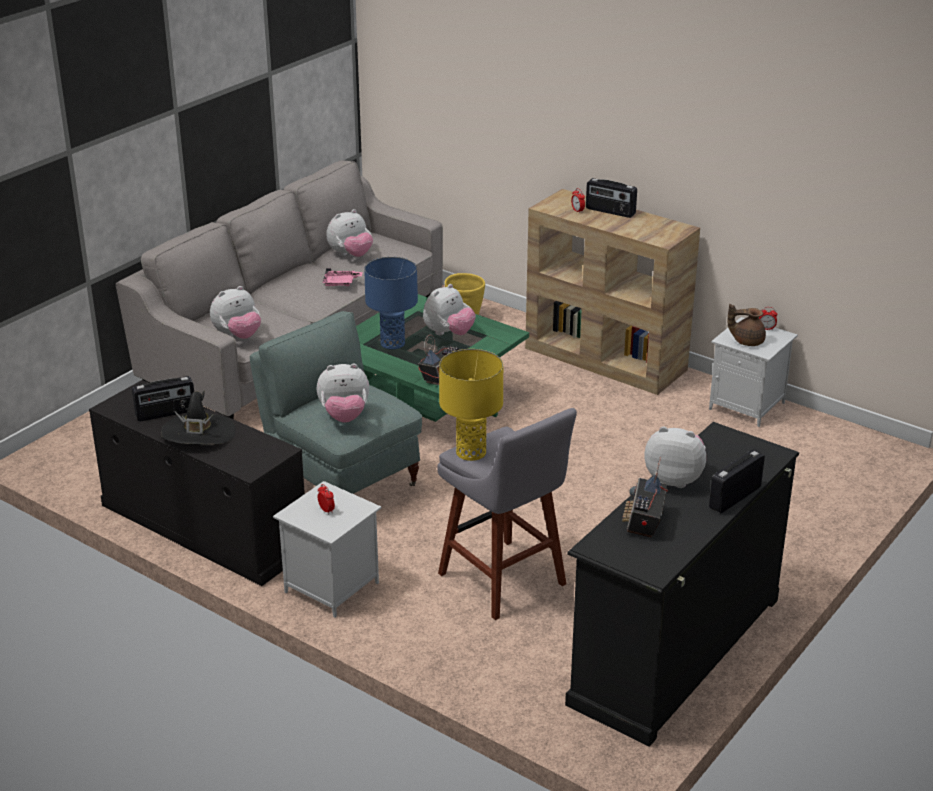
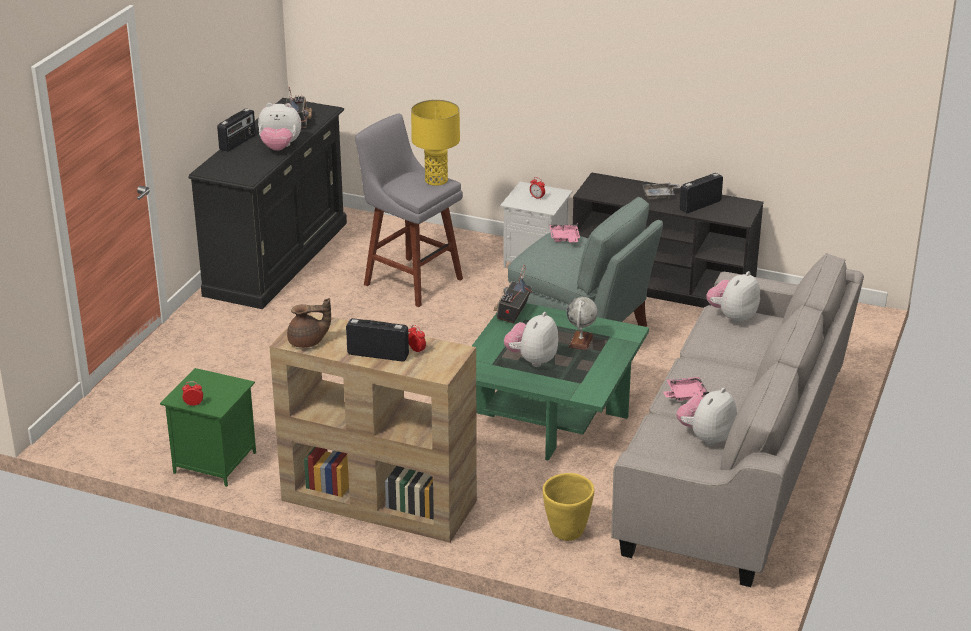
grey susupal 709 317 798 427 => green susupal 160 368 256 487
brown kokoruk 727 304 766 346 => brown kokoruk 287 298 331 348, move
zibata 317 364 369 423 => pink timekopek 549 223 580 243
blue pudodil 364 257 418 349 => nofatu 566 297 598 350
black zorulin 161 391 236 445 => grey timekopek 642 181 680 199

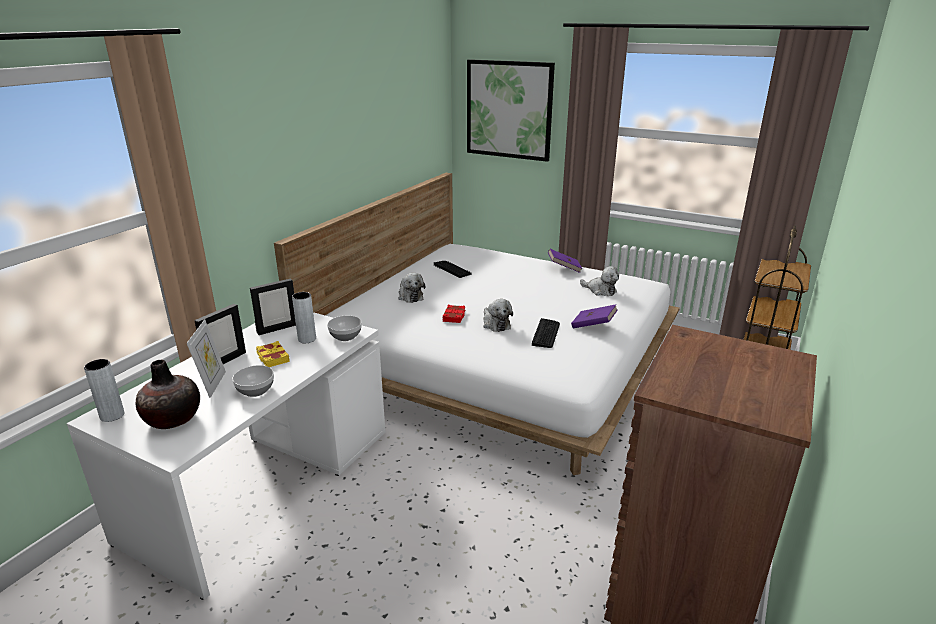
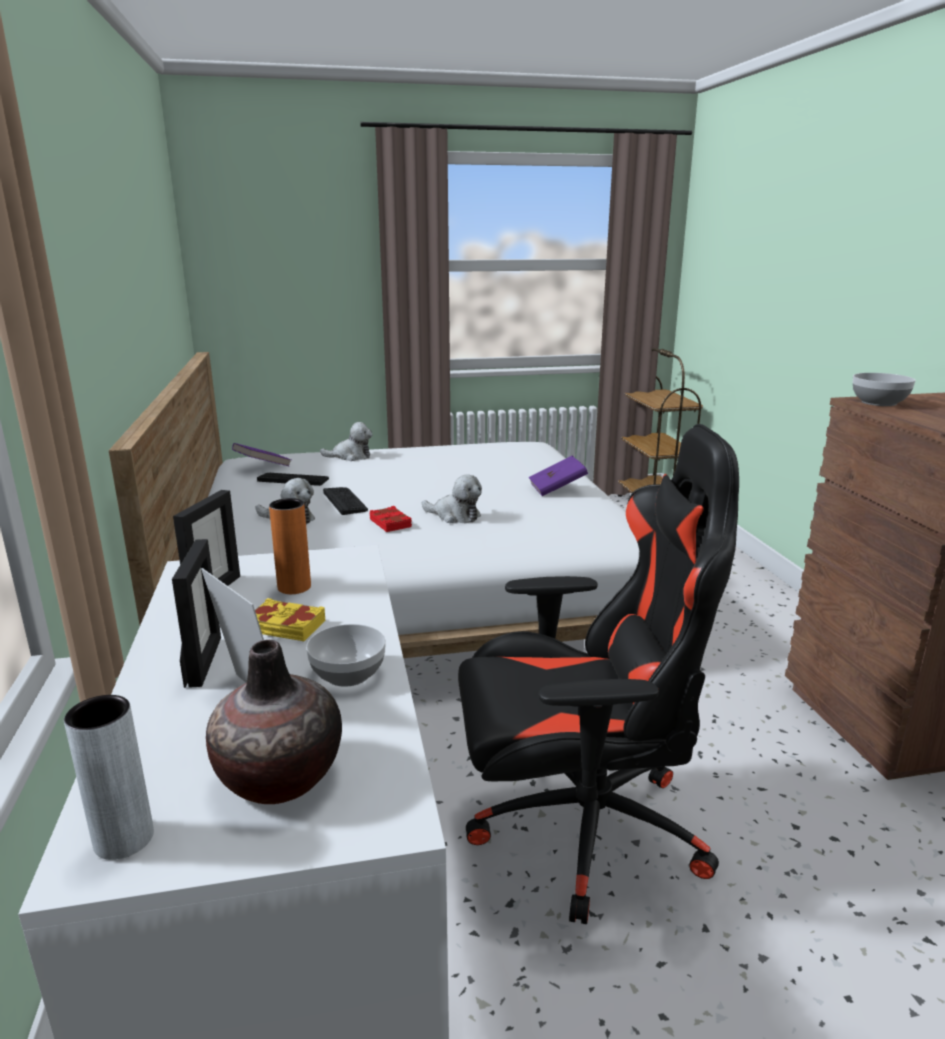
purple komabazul 548 249 582 273 => purple komabazul 232 443 291 467, move
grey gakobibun 292 292 316 343 => orange gakobibun 269 498 311 594
zibata 580 266 619 296 => zibata 320 422 373 461, move
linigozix 532 318 560 348 => linigozix 323 487 368 515, move
nothing => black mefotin 458 424 739 924
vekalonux 327 316 362 341 => vekalonux 853 373 916 406, move
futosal 467 59 555 162 => nothing

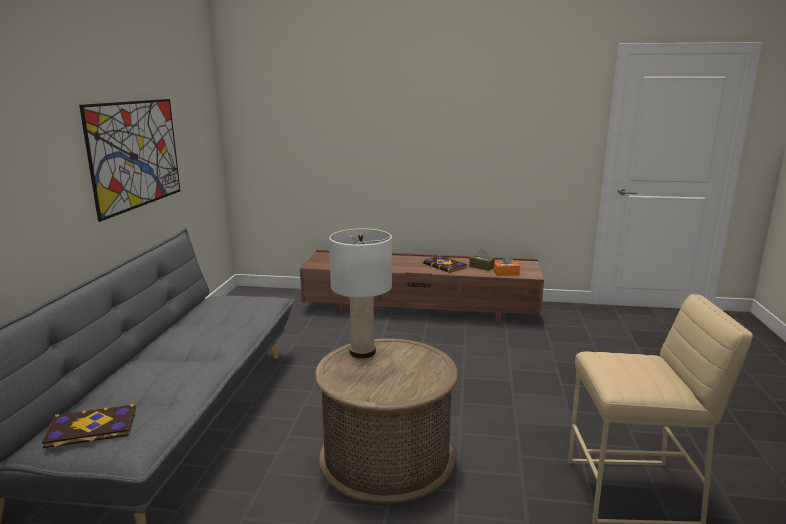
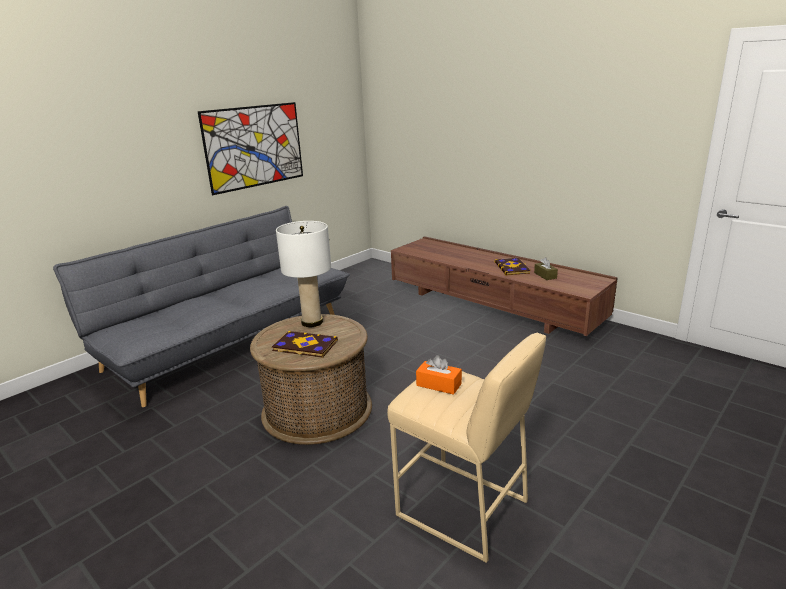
komabazul 42 404 136 449 => komabazul 272 331 338 358, move
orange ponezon 494 255 520 276 => orange ponezon 416 355 462 395, move

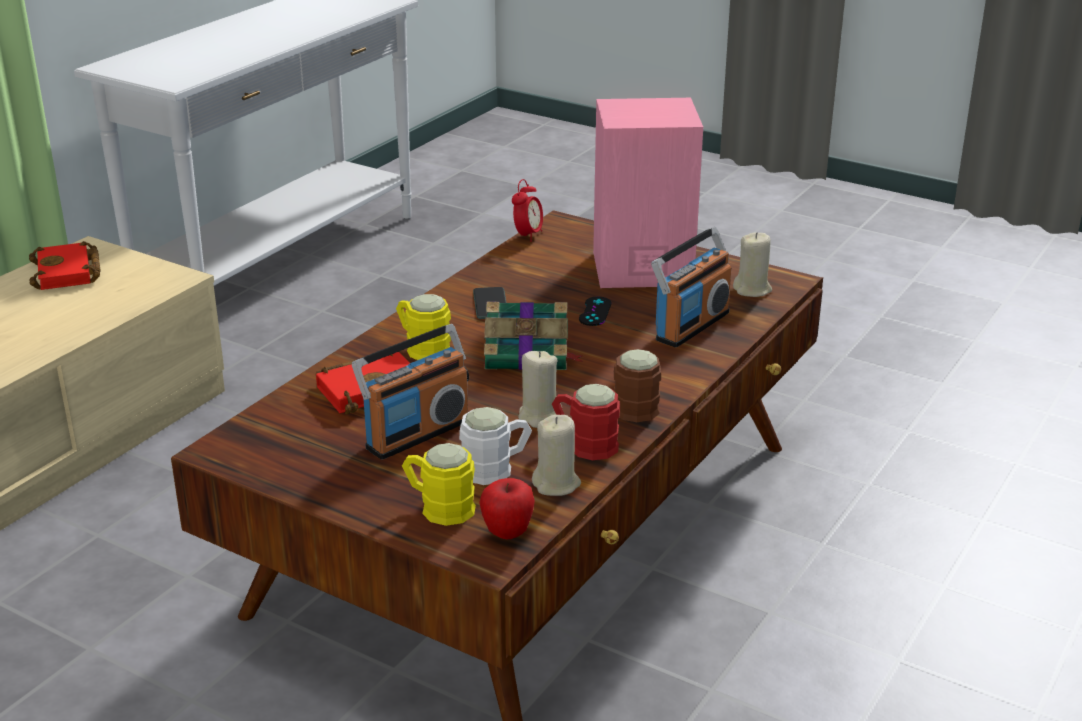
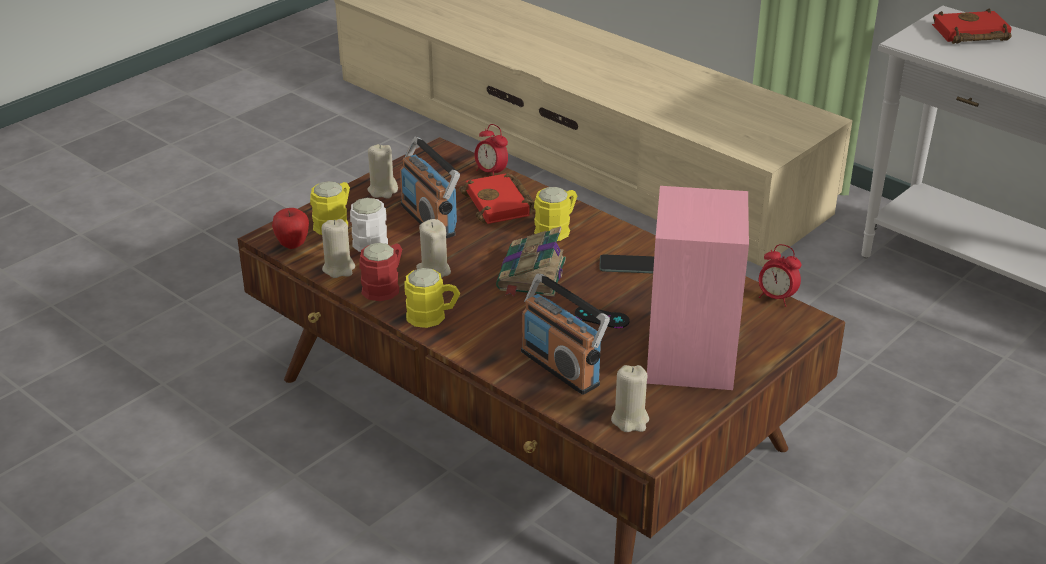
nothing => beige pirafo 367 144 398 198
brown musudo 614 349 661 422 => yellow musudo 404 268 461 328
nothing => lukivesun 475 124 508 176
red komabazul 29 241 101 290 => red komabazul 932 8 1012 44, move

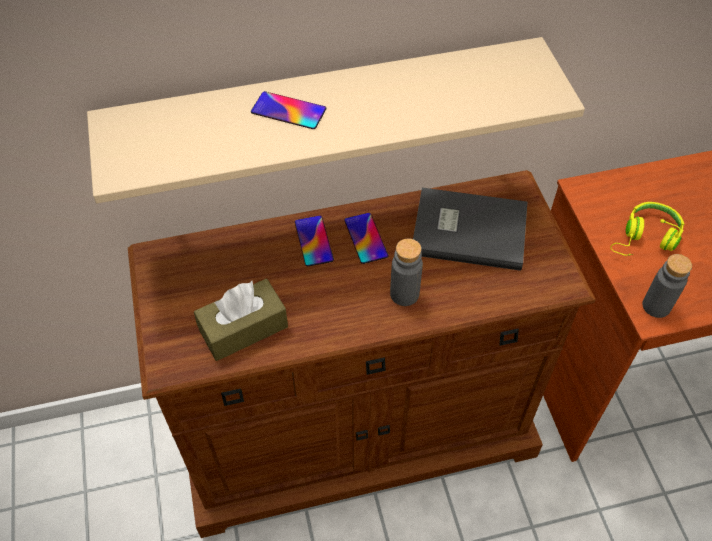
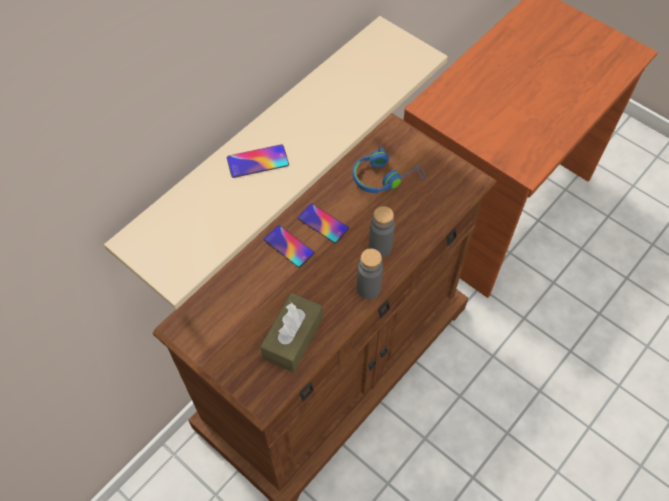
grey komabazul 413 188 527 271 => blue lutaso 353 145 425 193
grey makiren 642 254 692 318 => grey makiren 357 249 383 299, move
yellow lutaso 610 202 684 256 => nothing

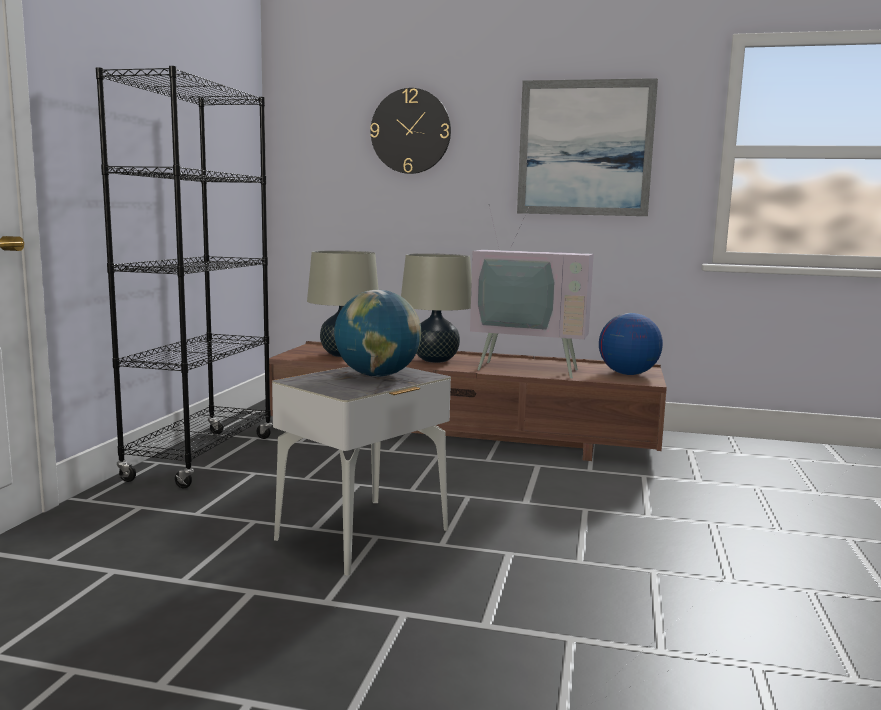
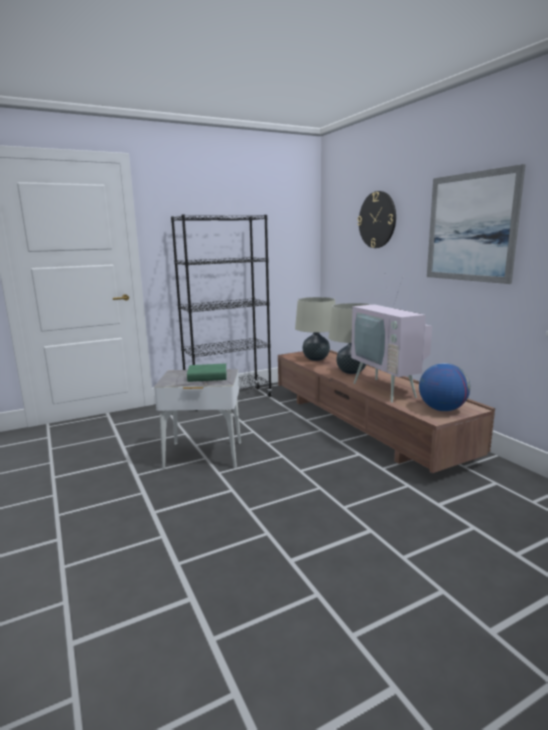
nofatu 334 290 421 377 => green komabazul 187 364 227 382

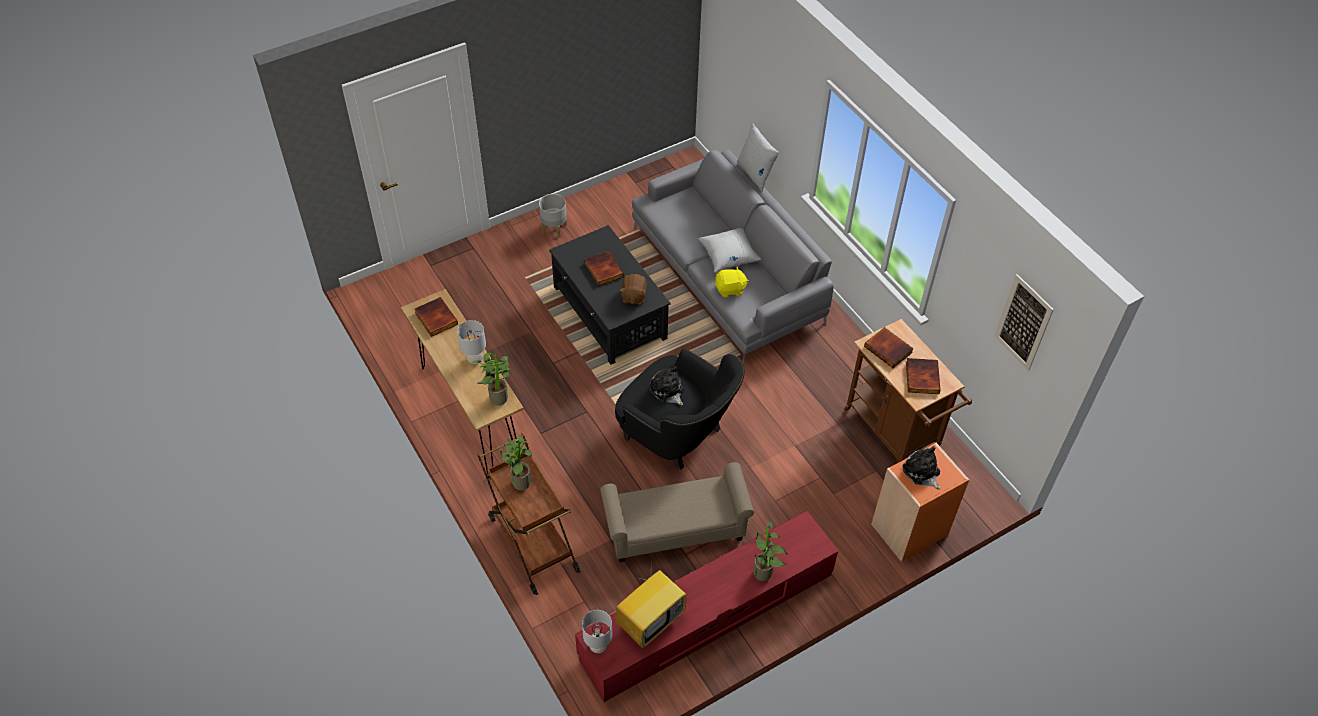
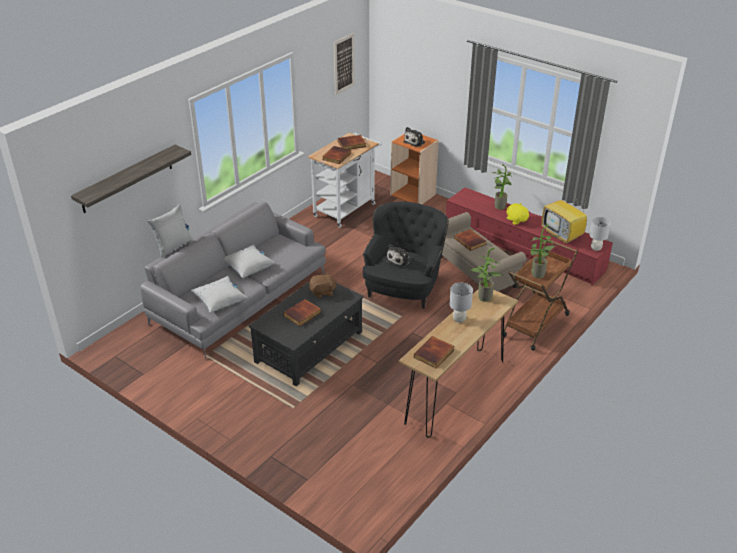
nothing => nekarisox 71 145 191 213
nothing => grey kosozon 191 276 248 313
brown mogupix 844 319 972 463 => white mogupix 308 133 382 228
nothing => komabazul 454 229 487 251
yellow zibata 715 266 749 297 => yellow zibata 506 203 529 225, move
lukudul 616 570 686 648 => lukudul 542 193 587 244, 150 degrees counterclockwise
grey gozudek 539 194 567 238 => nothing

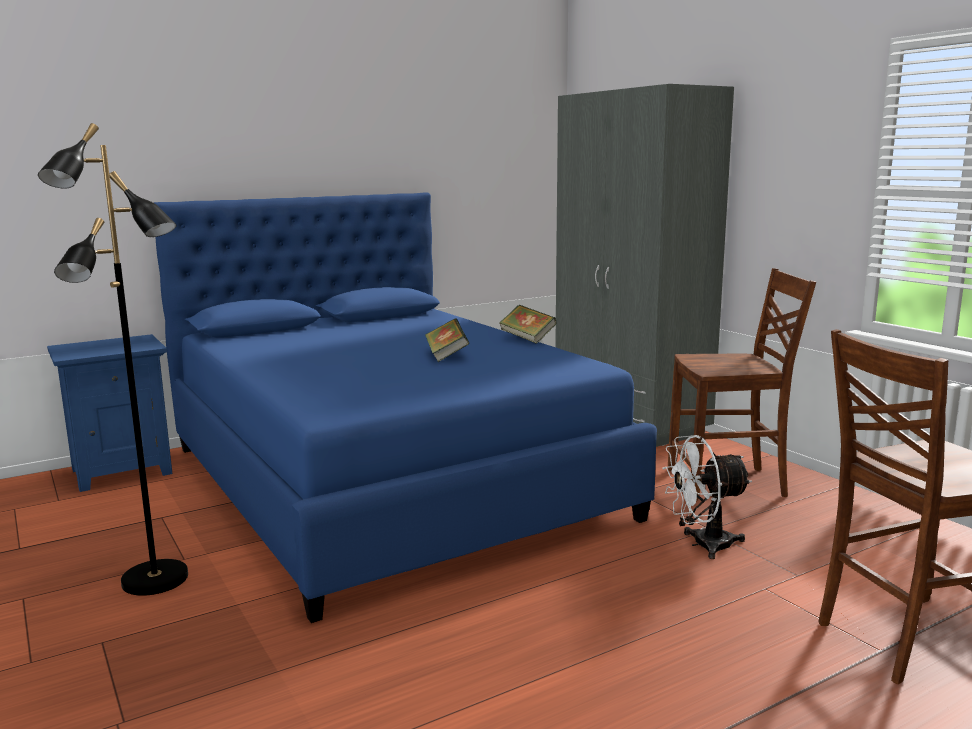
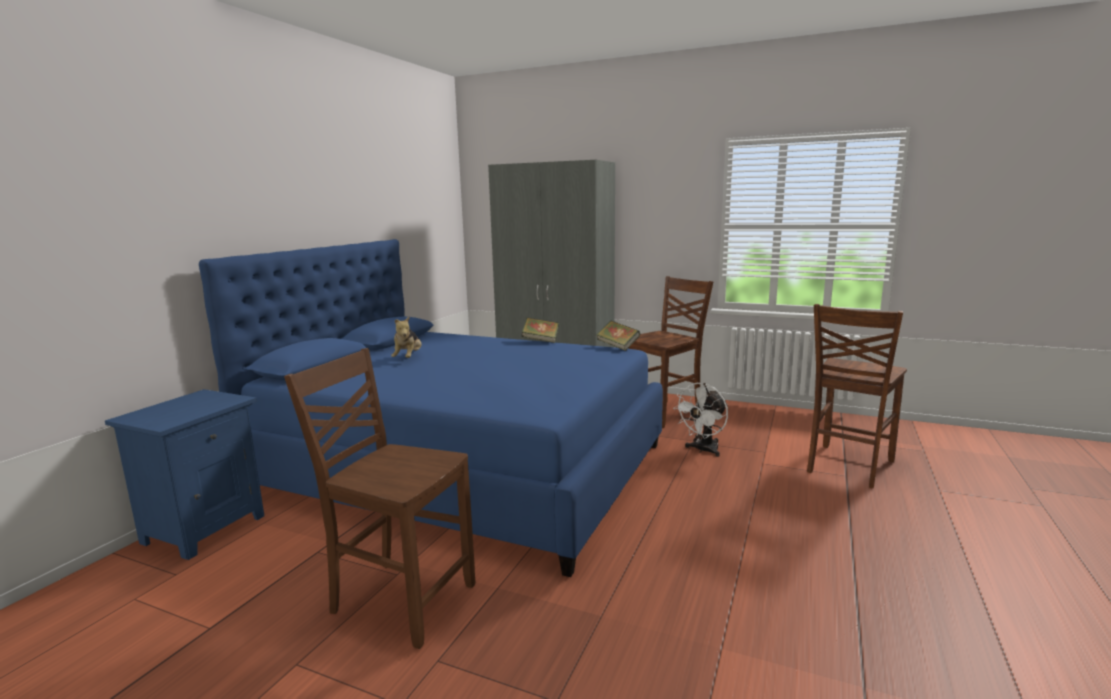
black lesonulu 38 123 188 596 => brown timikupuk 284 348 475 649
nothing => zibata 391 317 422 358
komabazul 425 318 469 362 => komabazul 596 321 640 351, move

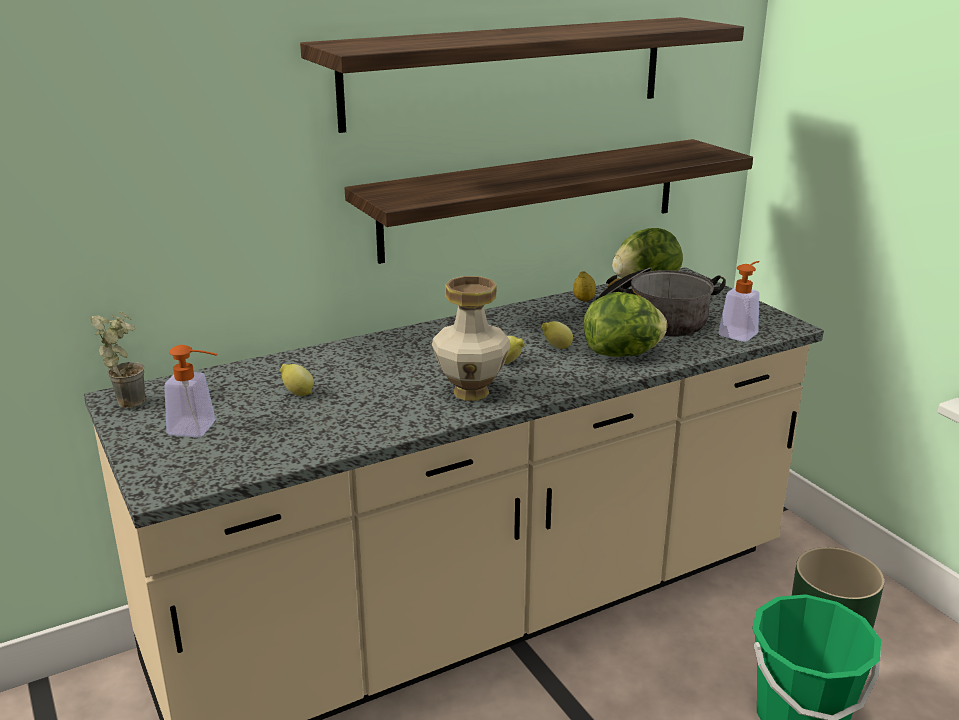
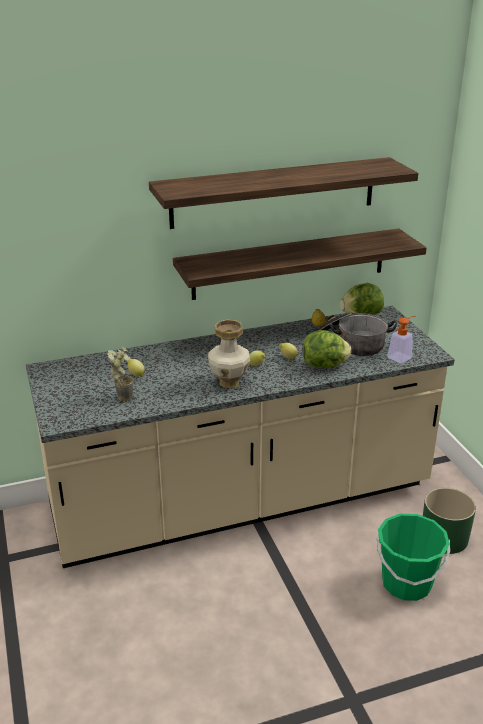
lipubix 90 311 145 408 => lipubix 107 347 134 402, move
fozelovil 164 345 217 437 => nothing

